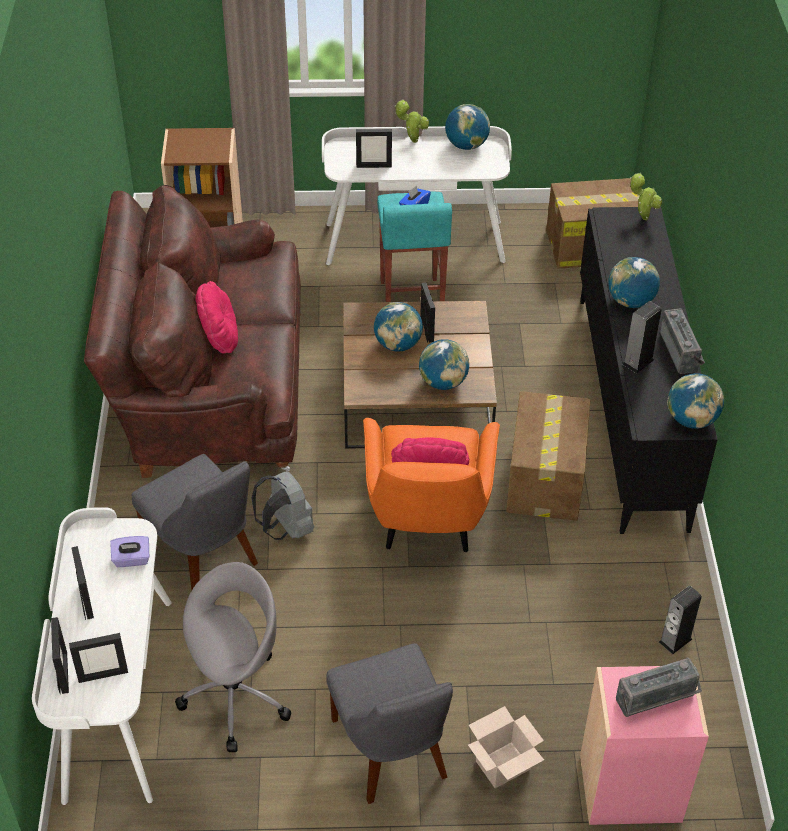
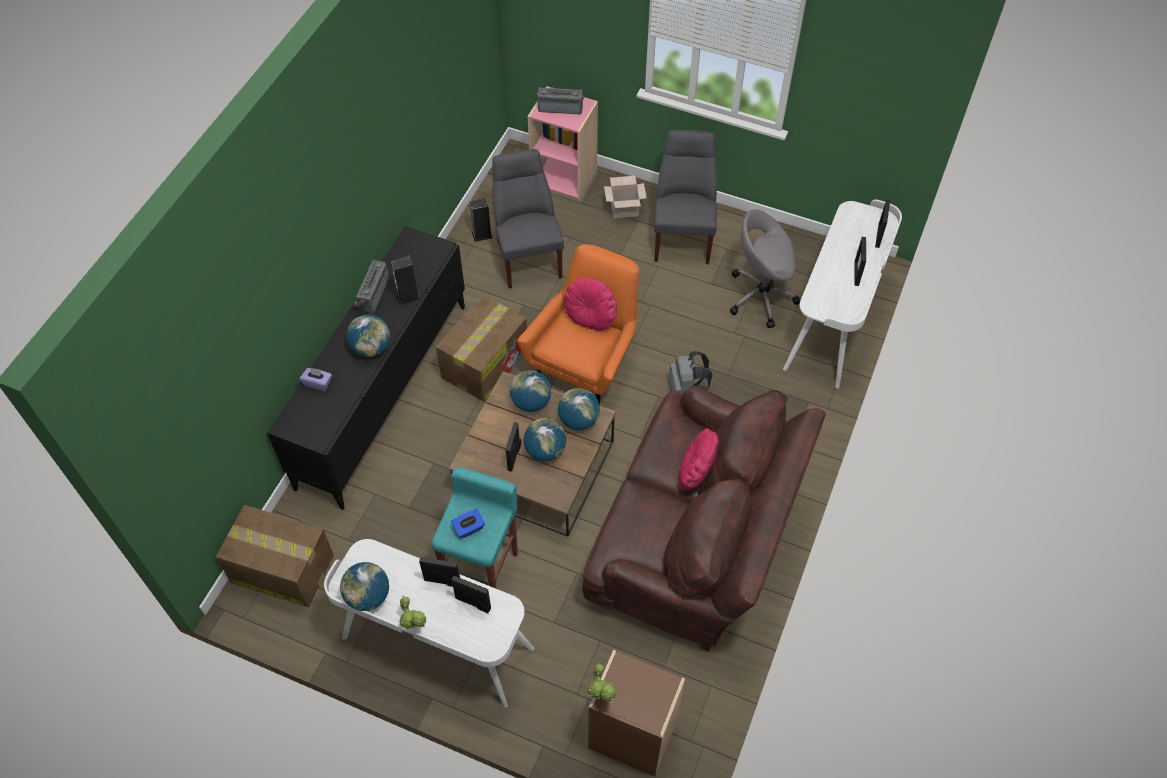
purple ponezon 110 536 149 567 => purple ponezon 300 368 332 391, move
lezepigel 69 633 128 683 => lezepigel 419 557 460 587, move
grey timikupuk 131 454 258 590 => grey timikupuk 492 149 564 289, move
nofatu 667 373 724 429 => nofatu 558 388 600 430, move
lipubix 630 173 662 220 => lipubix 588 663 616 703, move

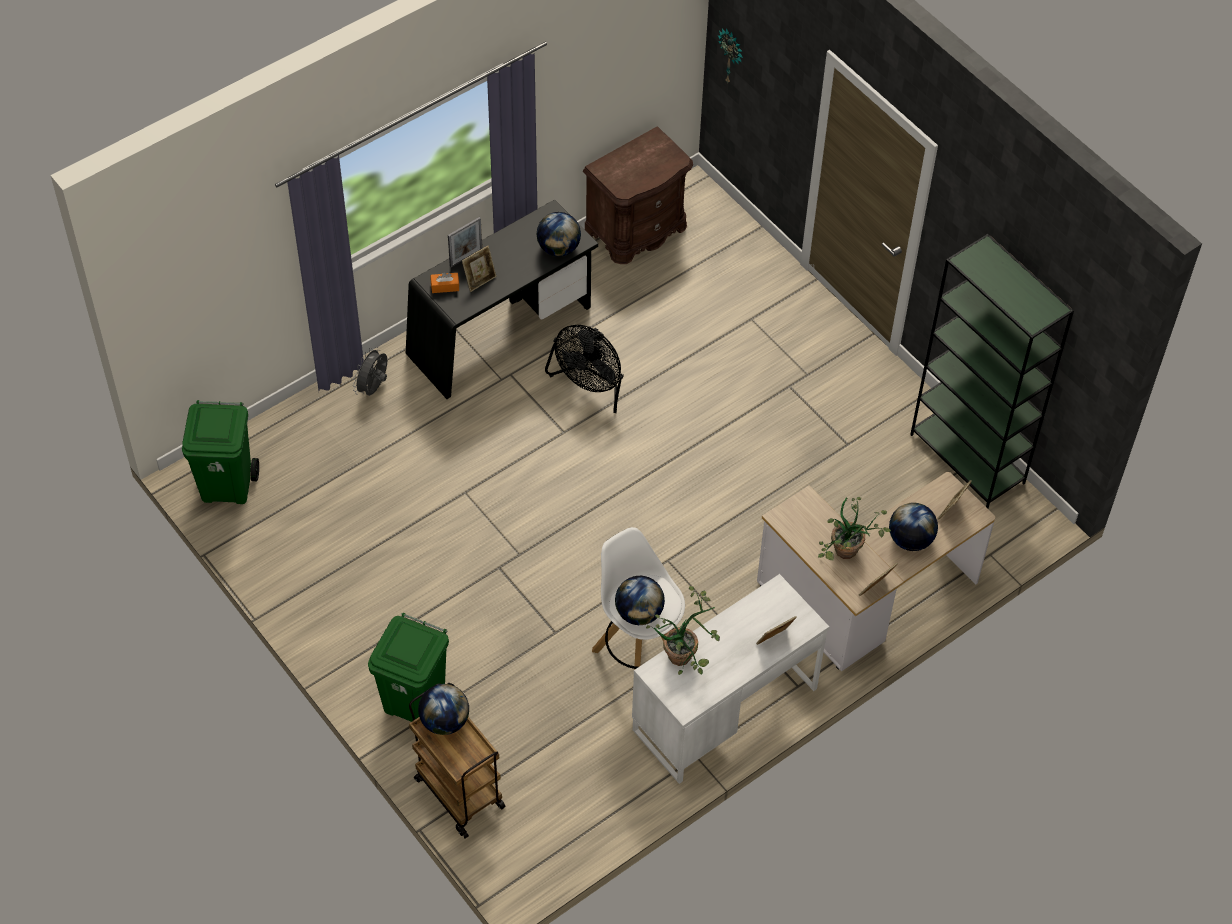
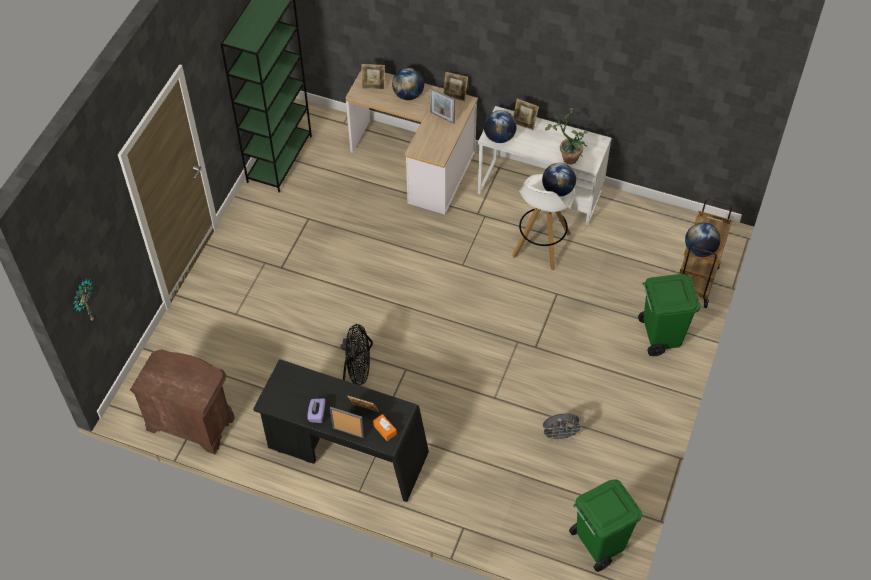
nothing => purple ponezon 307 398 325 423
lipubix 818 497 891 560 => lezepigel 430 88 455 124
nofatu 537 212 581 256 => nofatu 484 110 517 143, move
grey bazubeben 353 347 387 396 => grey bazubeben 541 413 583 441, move

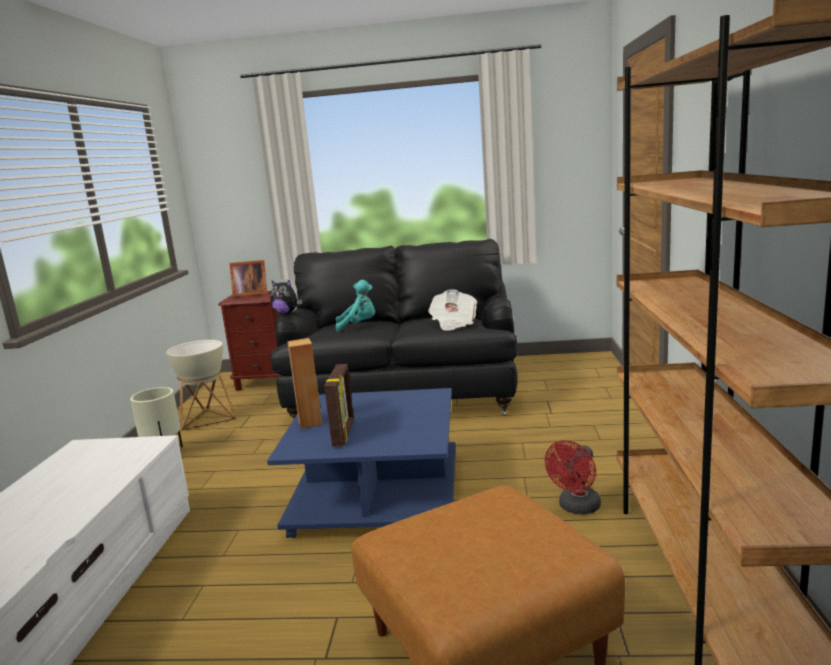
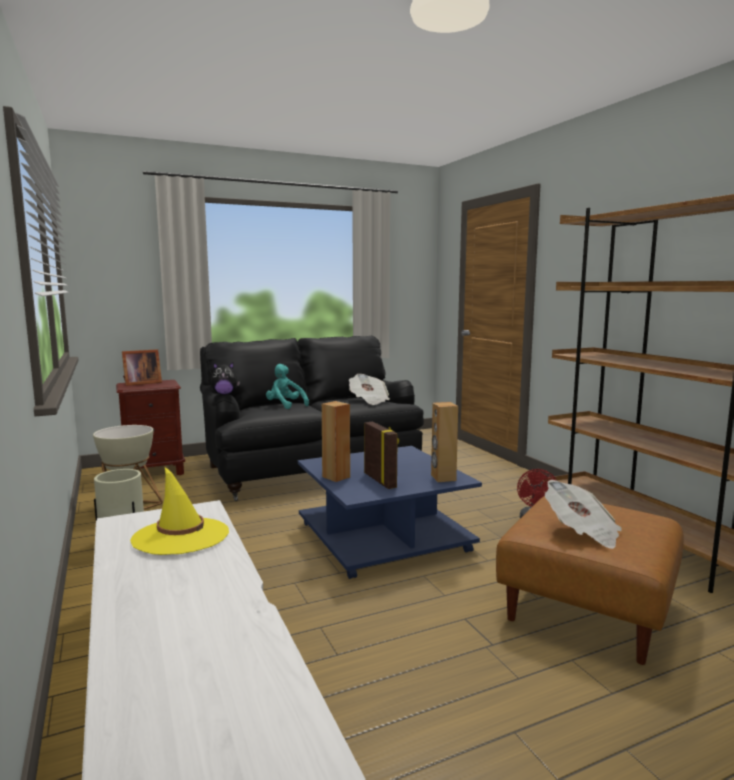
nothing => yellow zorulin 130 466 229 555
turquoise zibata 335 280 375 332 => turquoise zibata 266 364 309 409, 105 degrees counterclockwise
nothing => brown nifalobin 431 402 458 482
nothing => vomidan 545 480 622 549

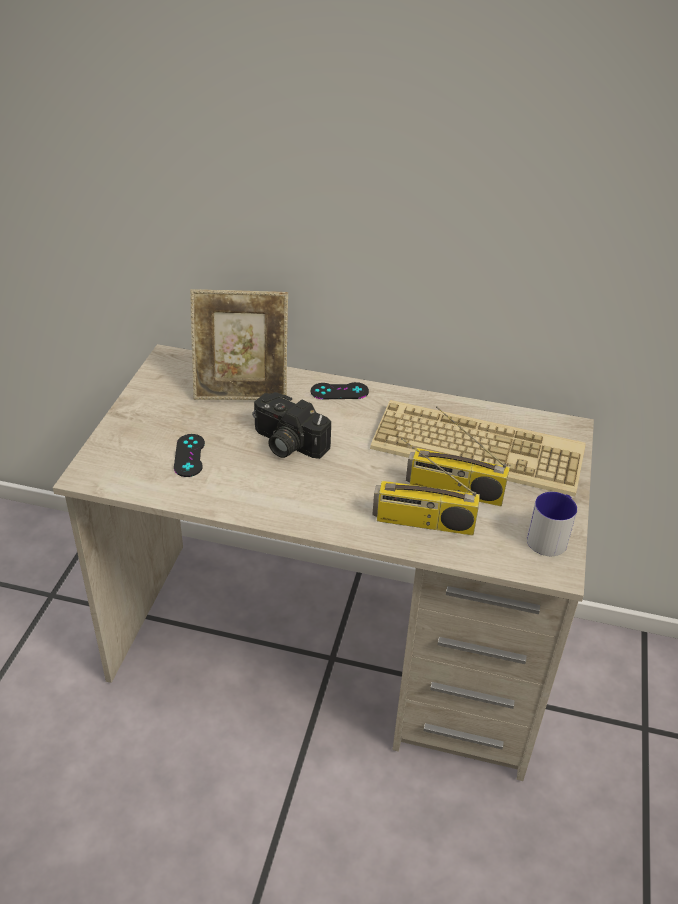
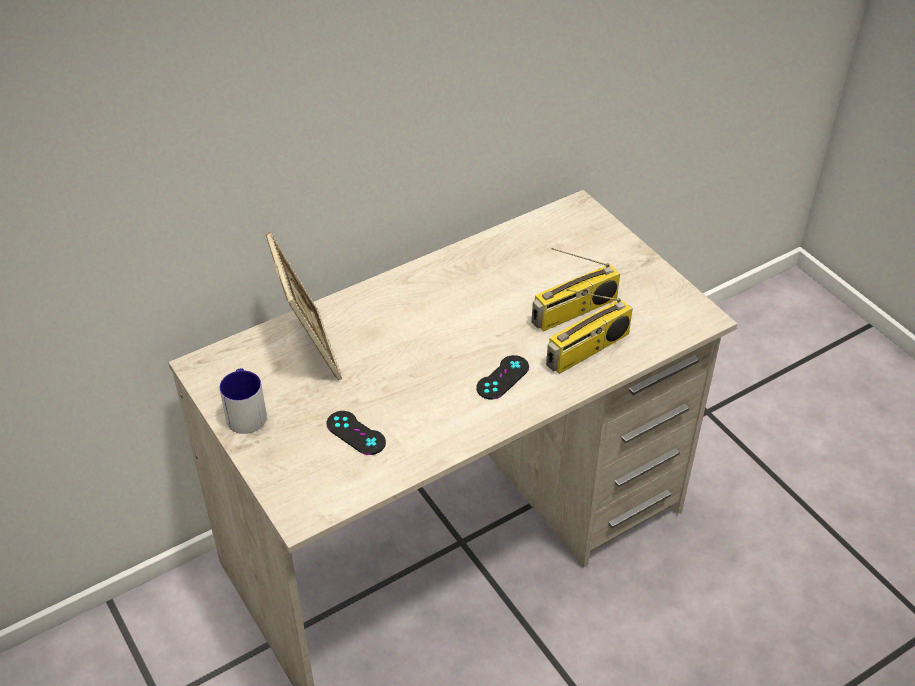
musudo 527 492 577 556 => musudo 219 368 267 434, move
lezepigel 190 289 288 400 => lezepigel 266 232 342 380, 60 degrees counterclockwise
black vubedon 311 382 369 399 => black vubedon 476 355 529 400, move
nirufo 252 392 331 459 => nothing
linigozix 370 400 586 496 => nothing

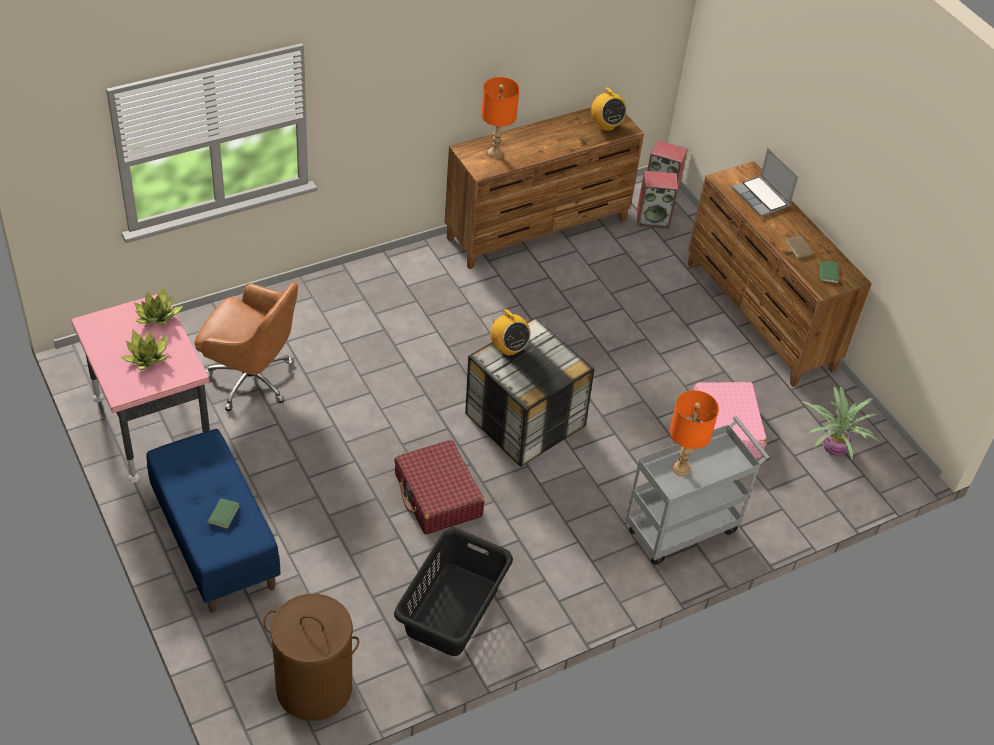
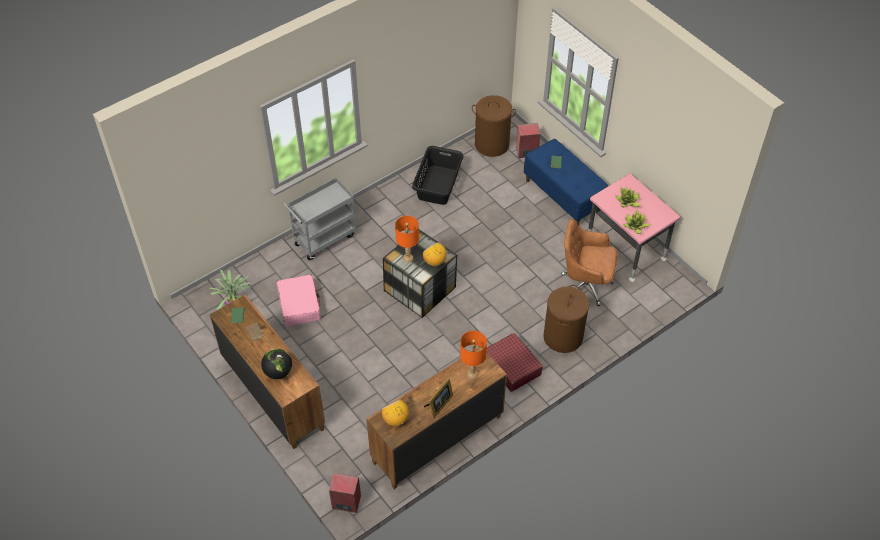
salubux 732 148 798 217 => nofatu 261 349 292 379
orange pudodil 670 390 719 476 => orange pudodil 395 216 419 262, move
nothing => lezepigel 424 378 453 418
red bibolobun 394 440 484 535 => red bibolobun 486 333 543 392, move
nifalobin 637 171 678 229 => nifalobin 516 123 540 158, move
nothing => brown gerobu 543 285 589 353

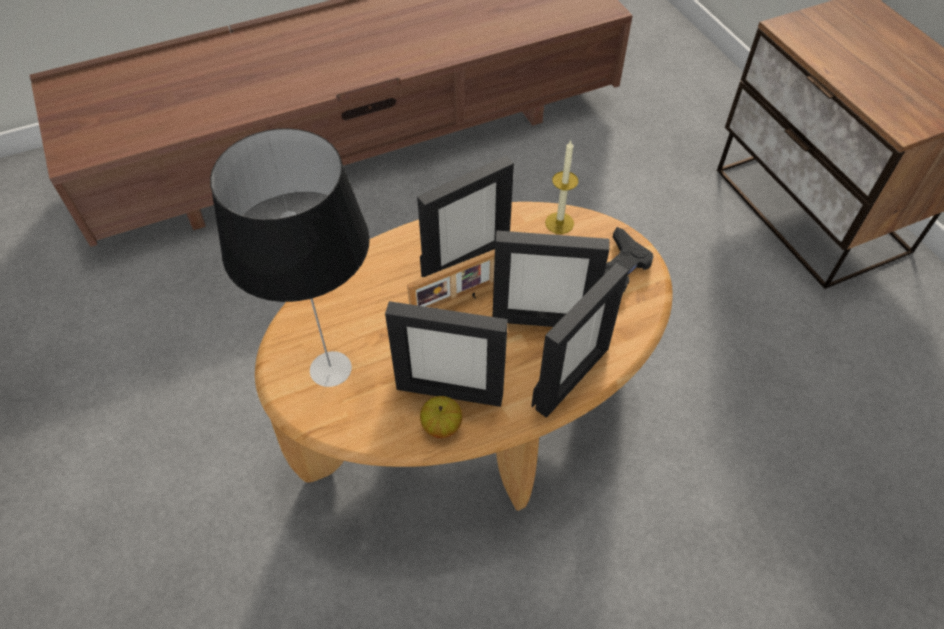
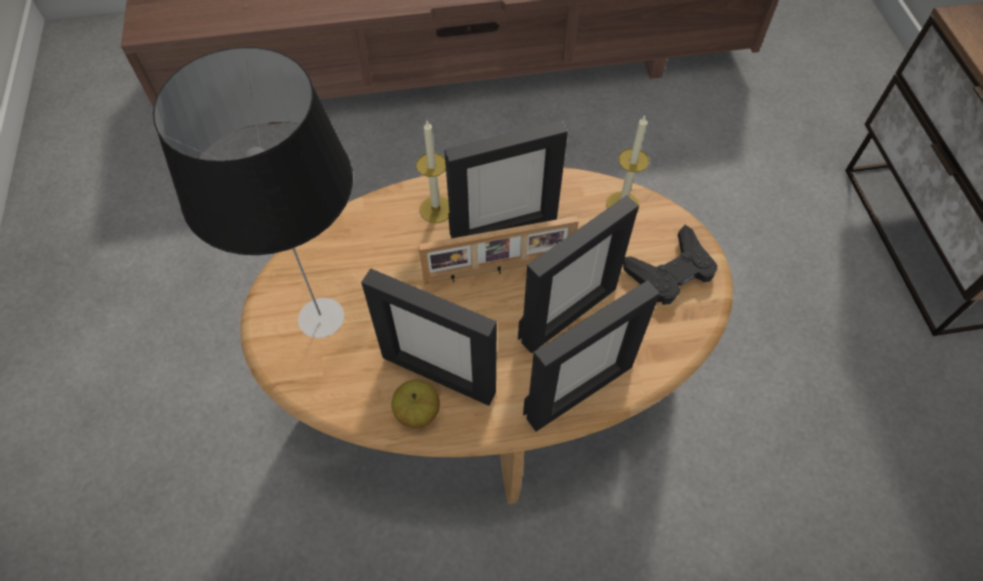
nothing => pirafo 416 121 449 223
lezepigel 492 231 609 327 => lezepigel 518 195 639 353, 60 degrees counterclockwise

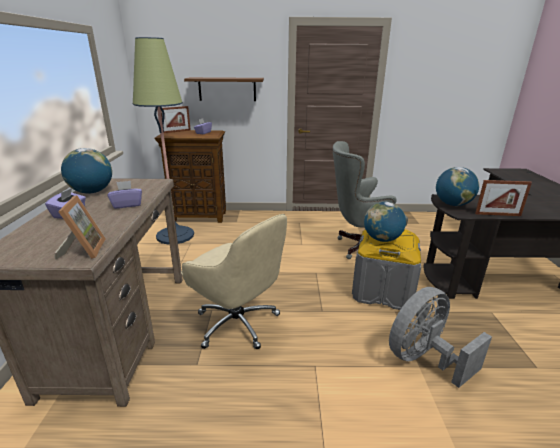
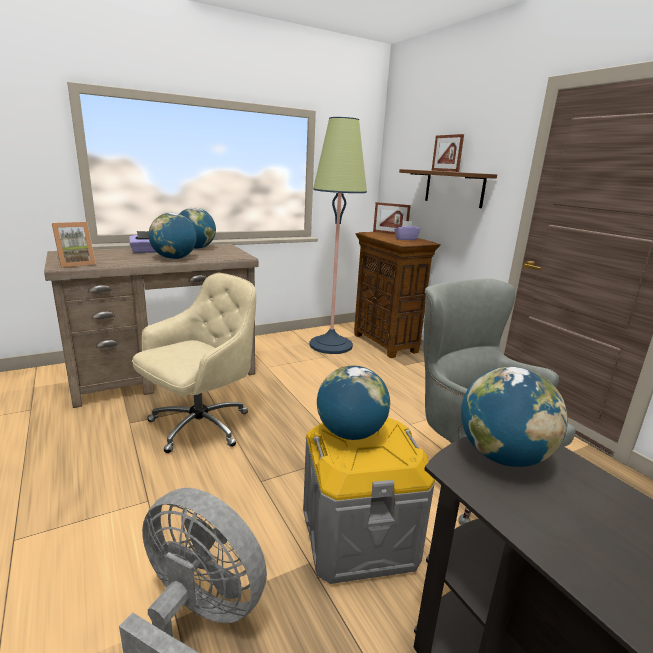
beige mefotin 181 214 287 349 => beige mefotin 132 273 256 453, 150 degrees counterclockwise
purple ponezon 107 181 142 209 => nofatu 149 213 197 259
lezepigel 475 180 532 216 => lezepigel 432 134 464 172, move

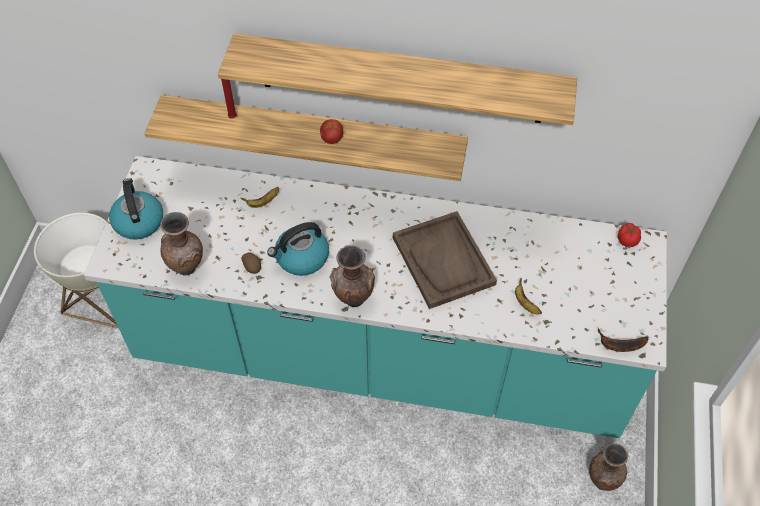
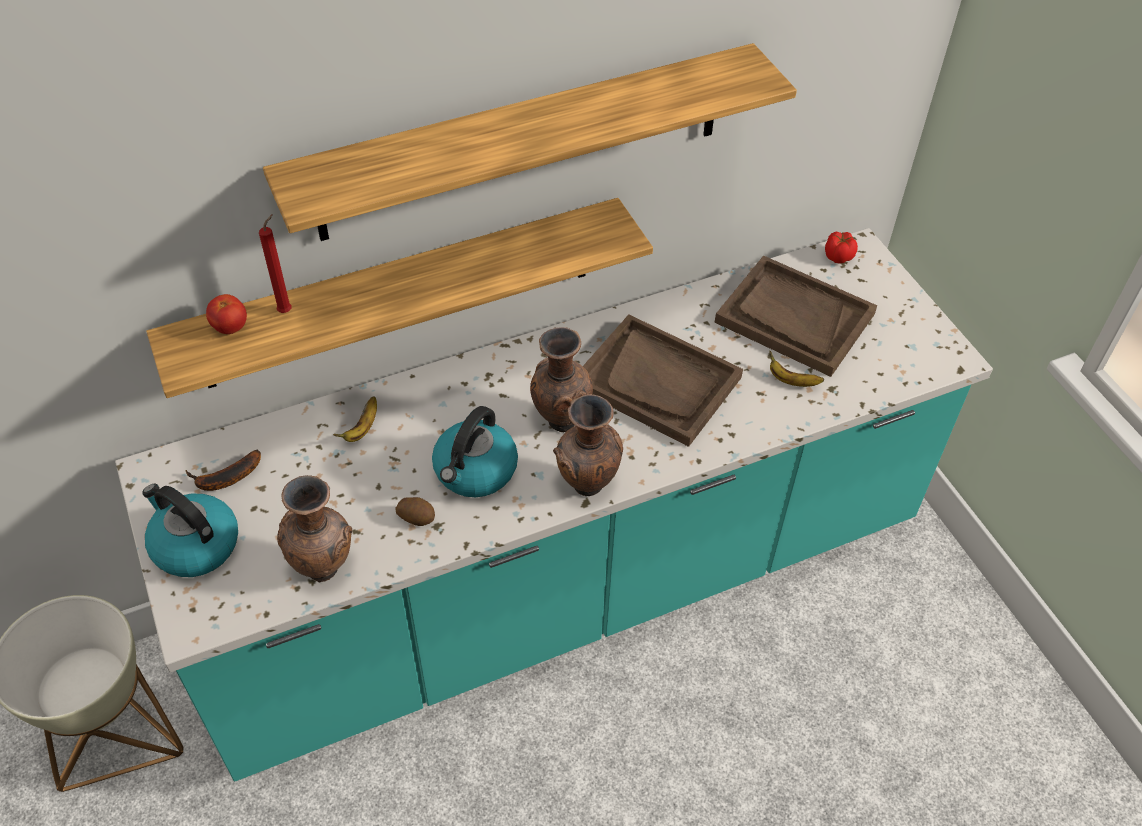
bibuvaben 598 328 648 352 => bibuvaben 186 449 261 491, move
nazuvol 320 119 343 144 => nazuvol 206 294 247 334, move
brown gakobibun 589 443 629 491 => brown gakobibun 530 327 593 432, move
nothing => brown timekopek 715 256 877 377

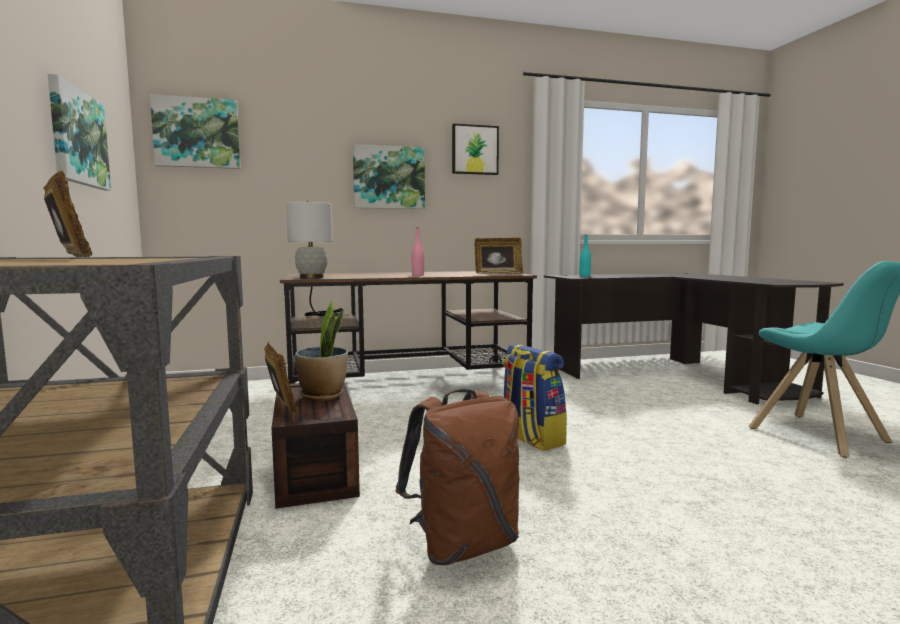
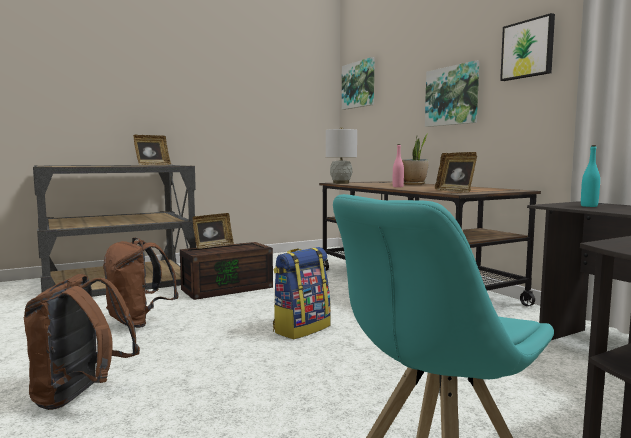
nothing => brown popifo 24 274 140 410
lipubix 295 300 348 401 => lipubix 402 133 429 185, move
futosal 48 74 111 191 => nothing

